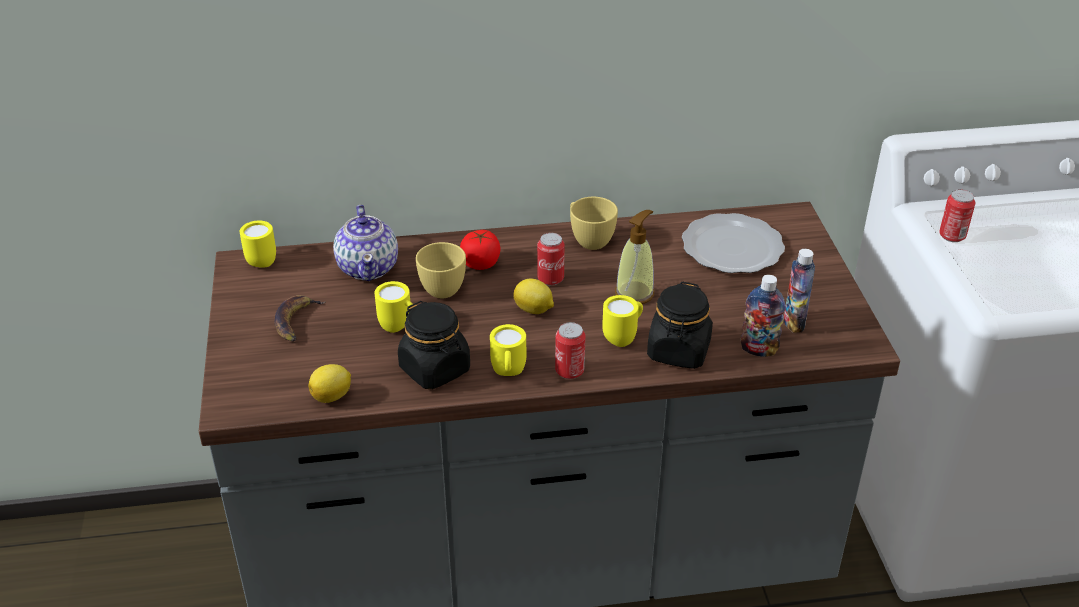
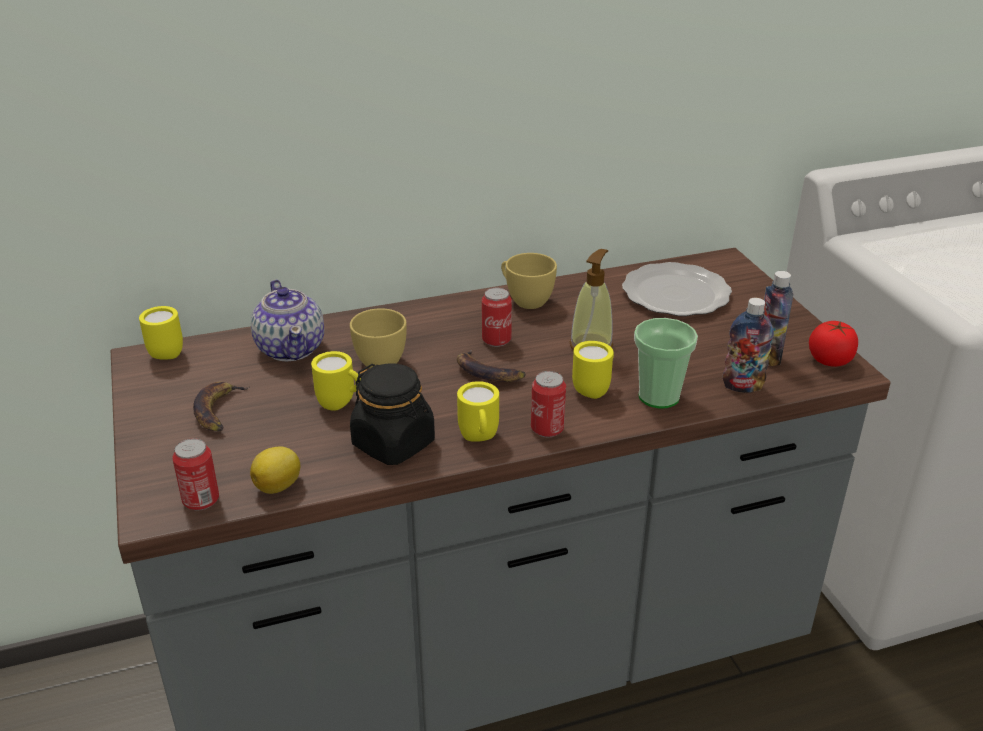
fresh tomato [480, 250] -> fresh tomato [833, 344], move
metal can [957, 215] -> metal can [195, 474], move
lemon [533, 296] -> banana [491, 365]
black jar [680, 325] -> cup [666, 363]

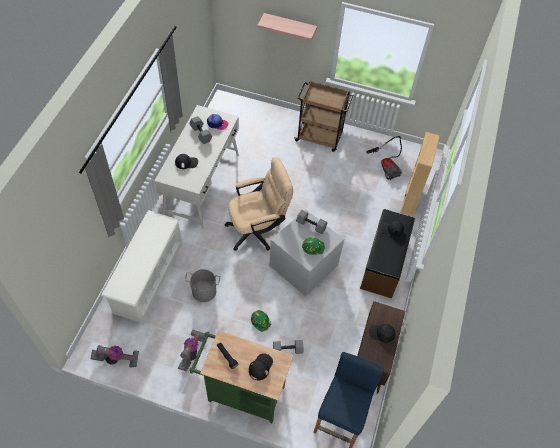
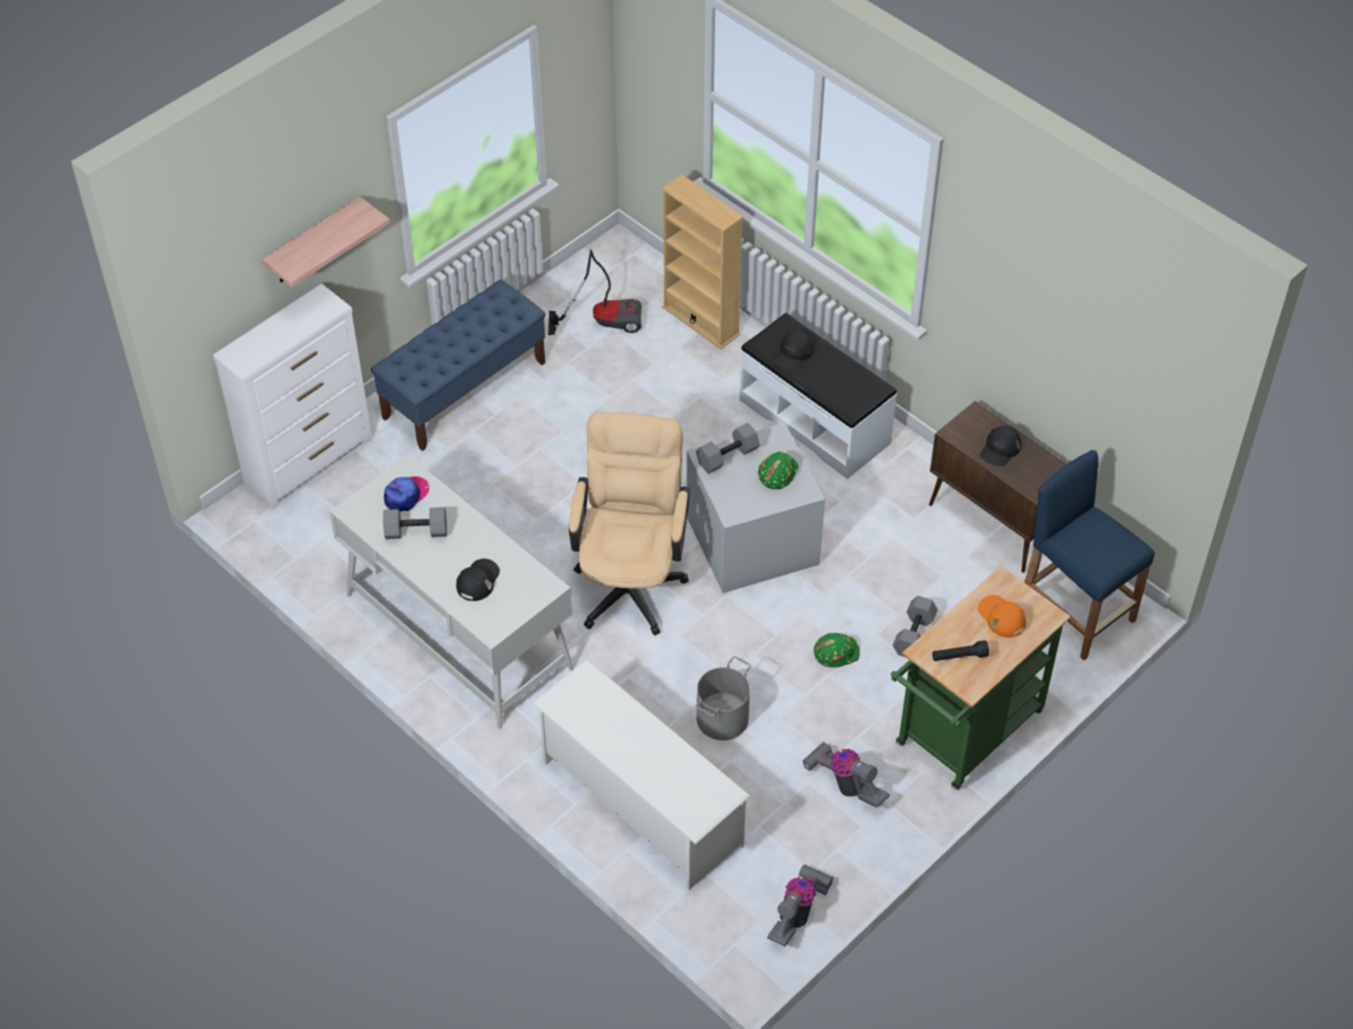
none -> white-coloured dresser [292, 397]
brown wheeled cart [323, 116] -> blue-coloured bench [458, 365]
black peaked cap [261, 366] -> orange-coloured peaked cap [1002, 616]
brown bench [387, 253] -> white-coloured bench [818, 396]

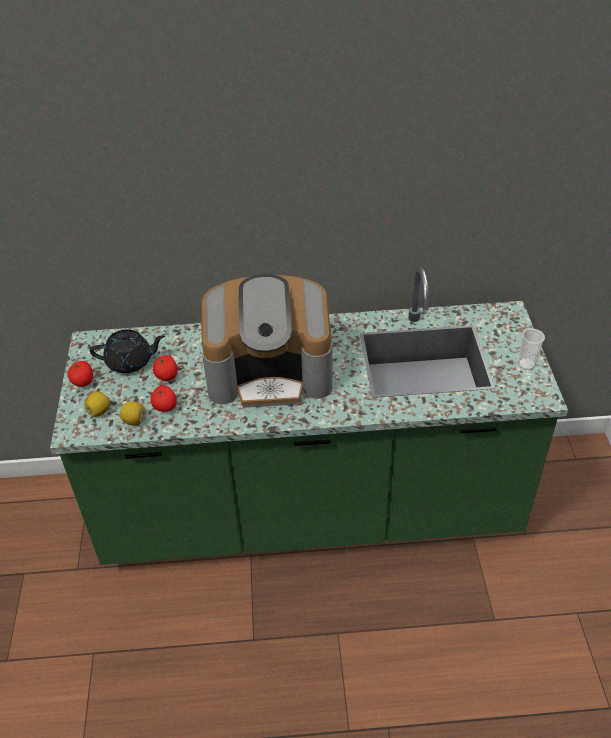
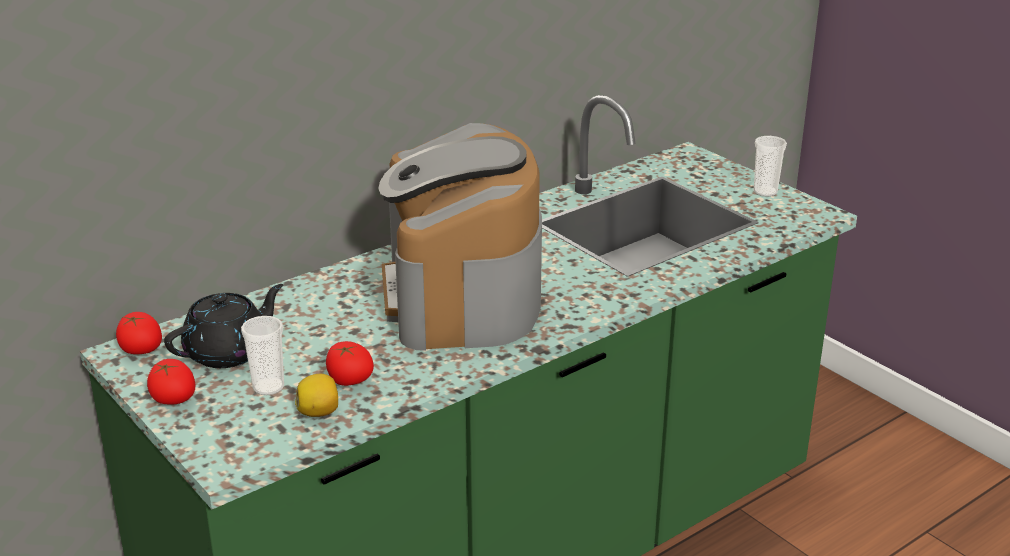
lemon [97, 404] -> none
none -> cup [262, 355]
fresh tomato [165, 368] -> fresh tomato [139, 333], move
coffee brewer [267, 341] -> coffee brewer [460, 237], 120 degrees clockwise

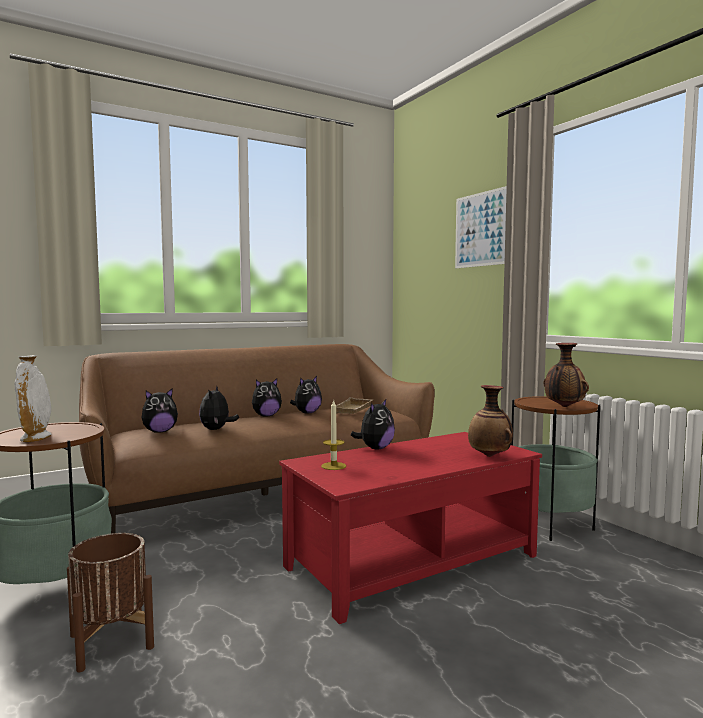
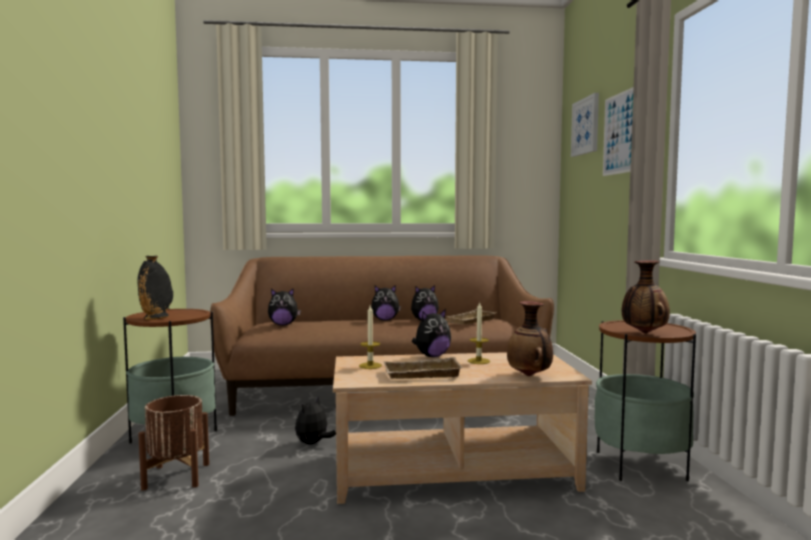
none -> beige tray [423, 368]
none -> wax candle [479, 332]
none -> wall art [585, 125]
cuddly toy [219, 408] -> cuddly toy [315, 420], move
white-coloured flower vase [33, 398] -> black flower vase [155, 288]
red low table [410, 528] -> beige low table [462, 428]

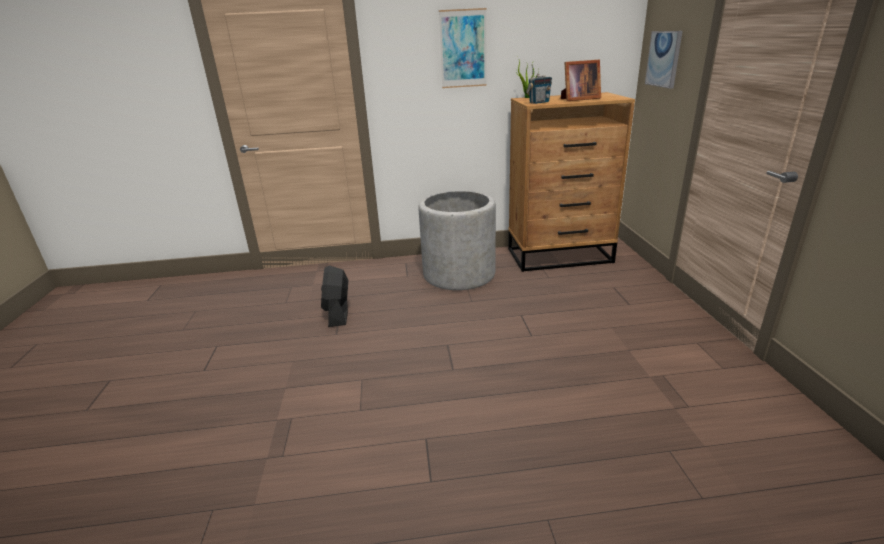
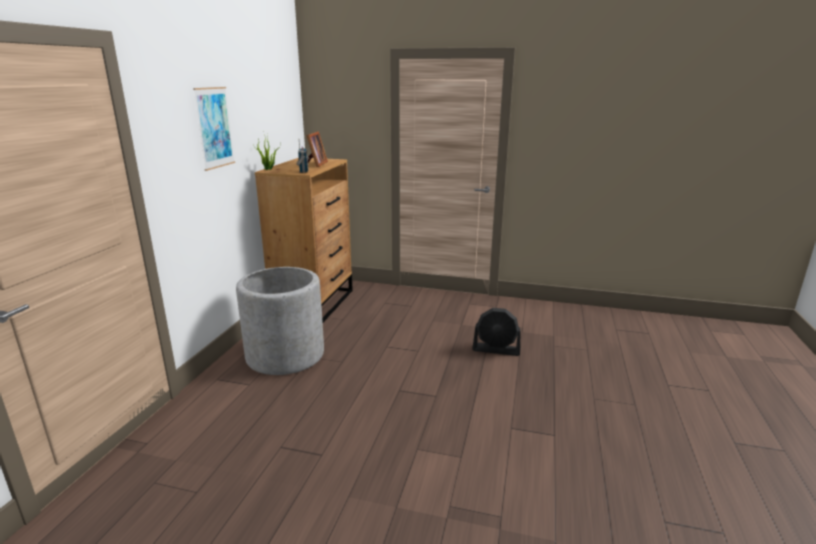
wall art [664, 60] -> none
black fan [334, 296] -> black fan [496, 332], move

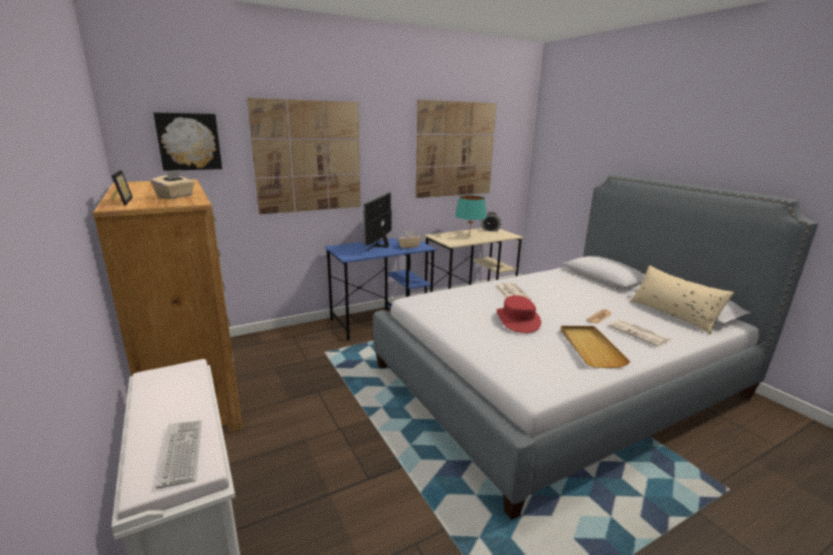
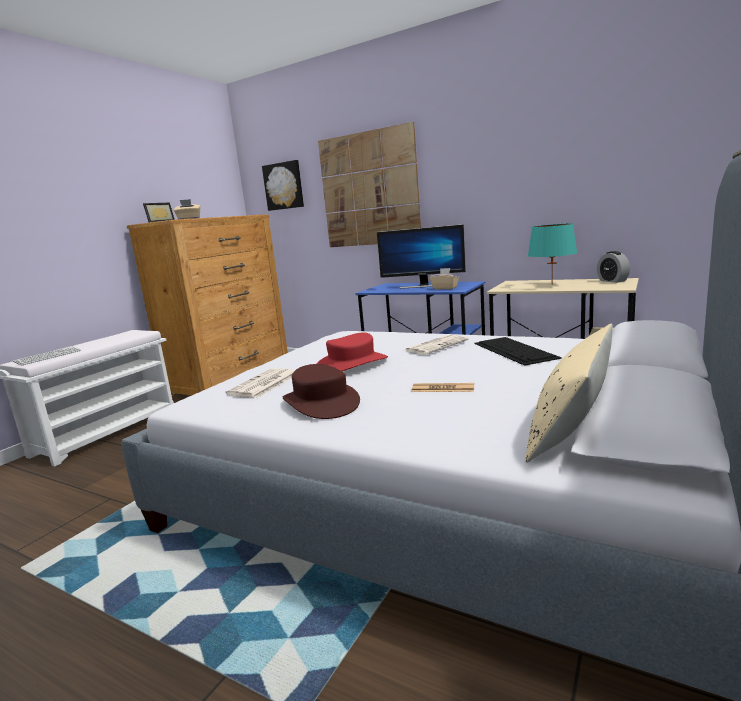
wall art [456, 149] -> none
none -> keyboard [518, 351]
newspaper [639, 333] -> newspaper [260, 383], move
beige tray [595, 347] -> brown clothing hat [321, 391]
monitor [377, 221] -> monitor [421, 256], 150 degrees counterclockwise

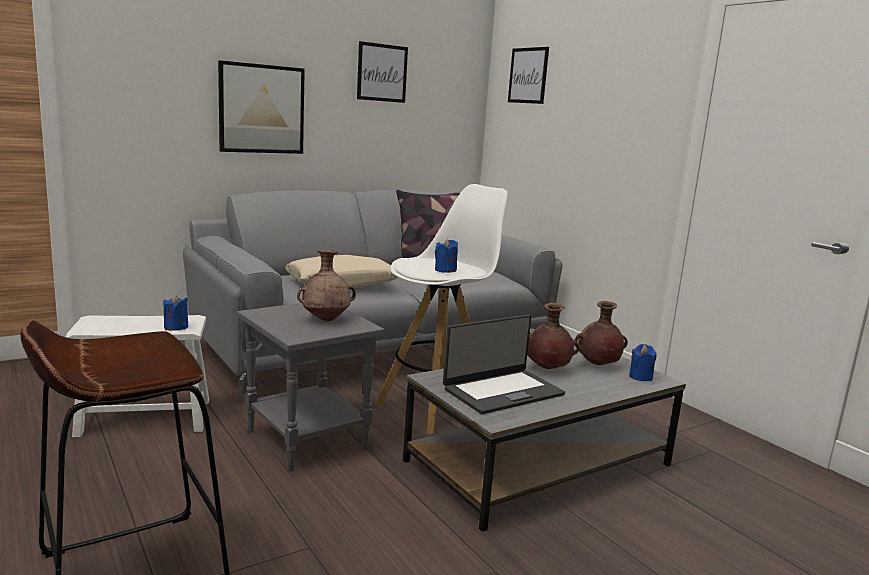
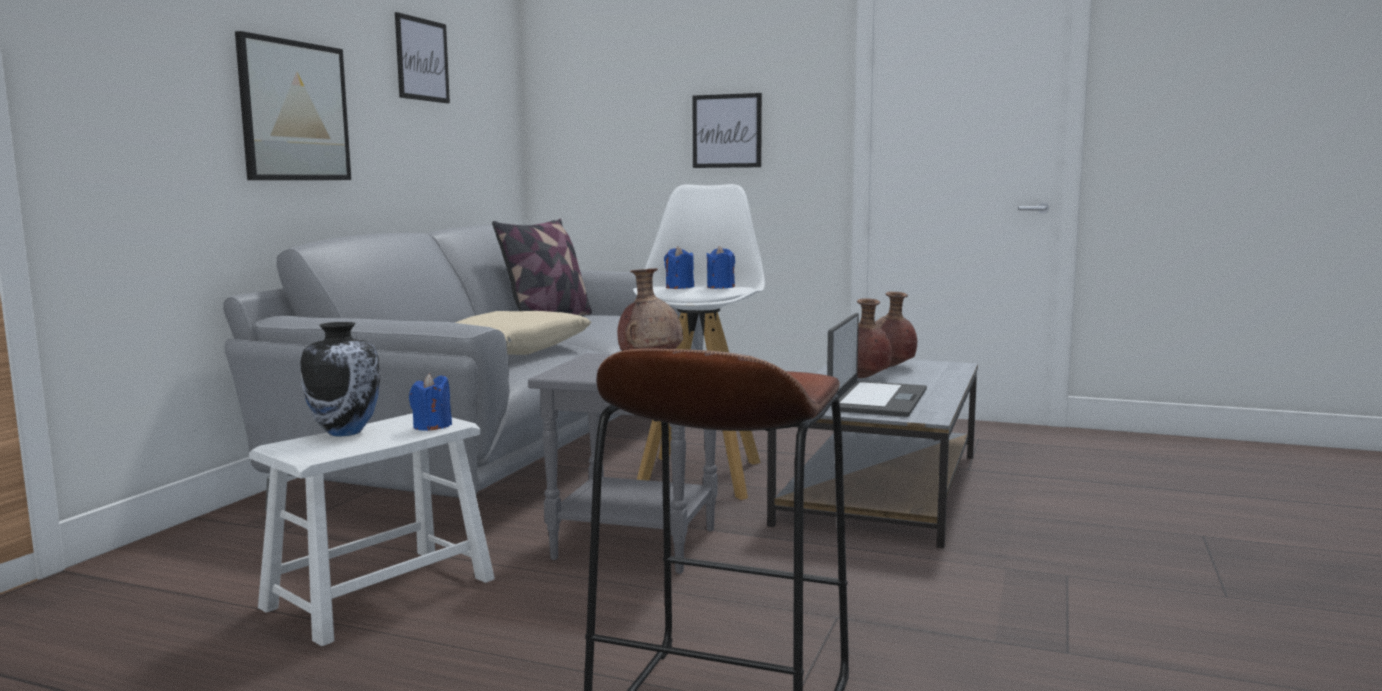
none -> flower vase [340, 379]
wall art [528, 75] -> wall art [727, 130], move
blue-coloured wax candle [642, 362] -> blue-coloured wax candle [679, 267], move

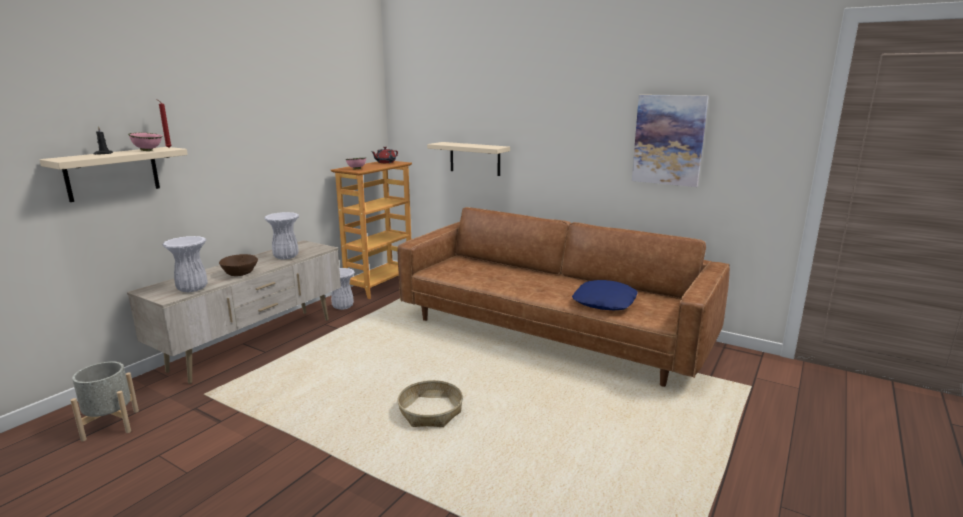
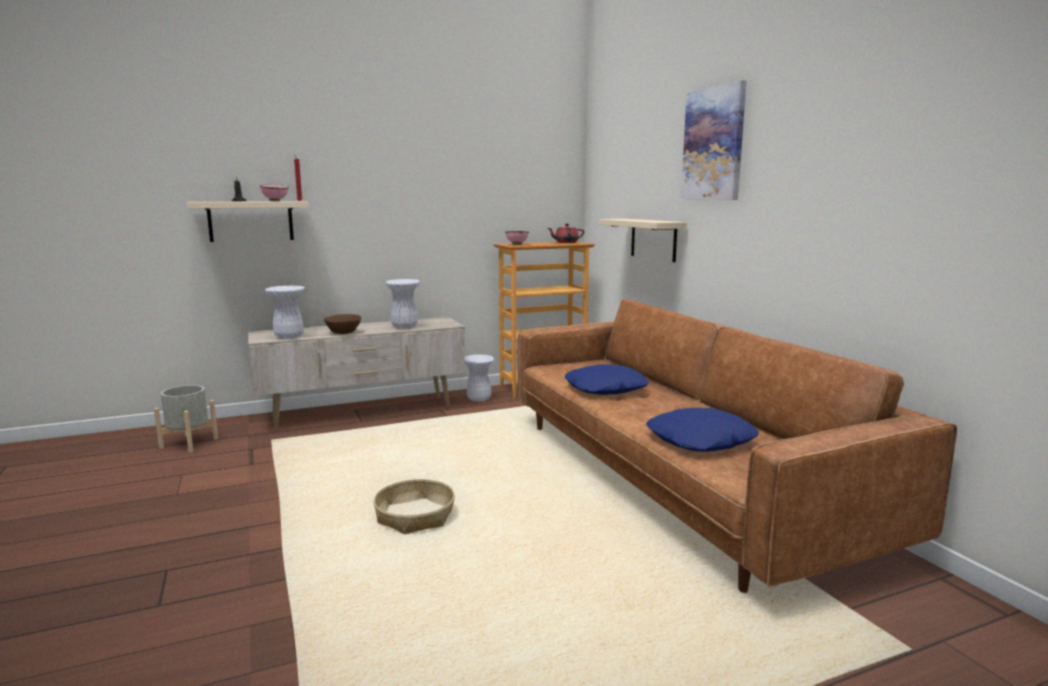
none -> blue-coloured pillow [607, 379]
wall art [670, 141] -> wall art [713, 140], move

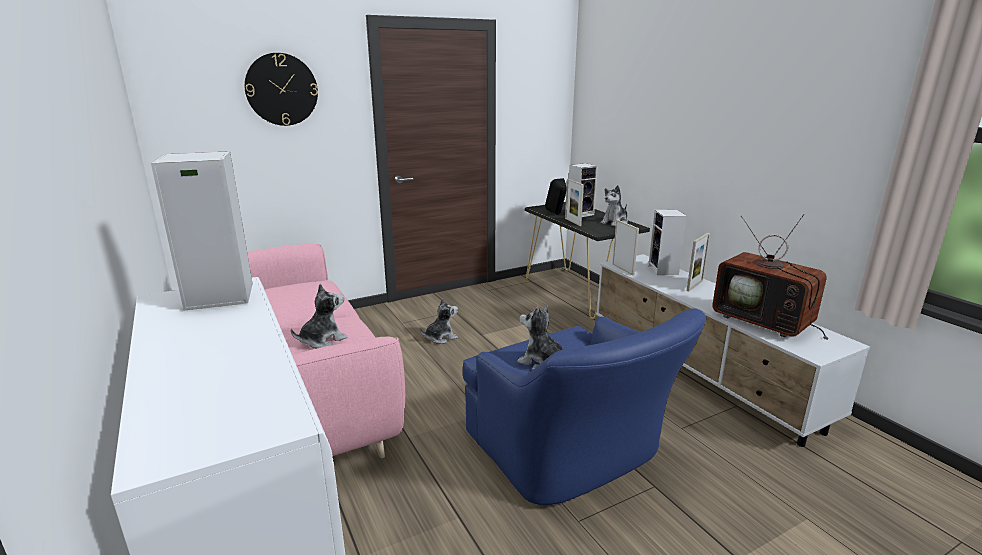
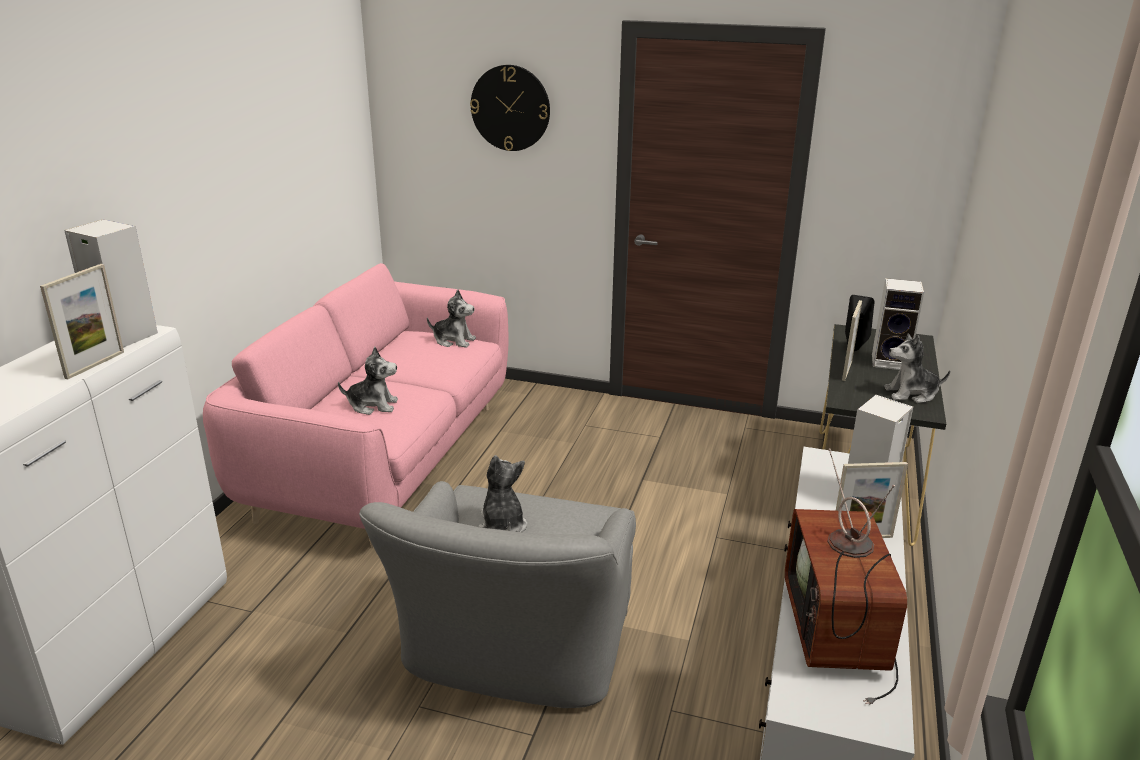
cuddly toy [439, 321] -> cuddly toy [451, 319], move
photo frame [625, 247] -> photo frame [82, 321], move
blue-coloured easy chair [585, 406] -> grey easy chair [497, 594]

